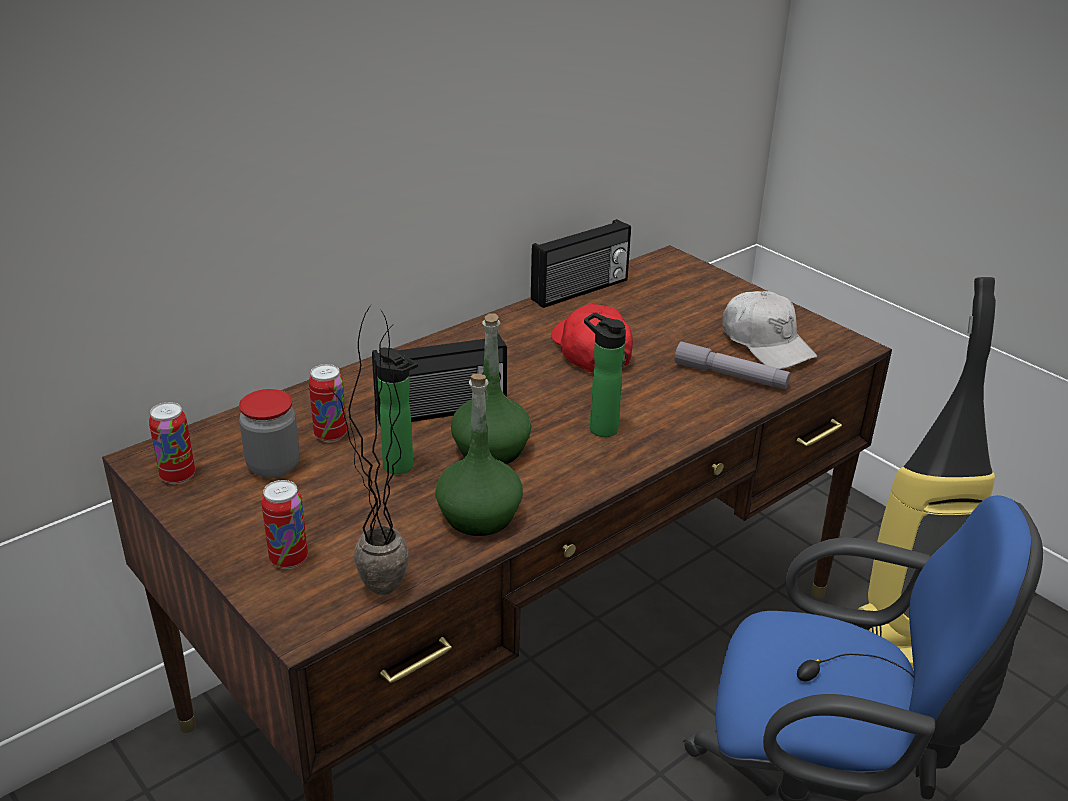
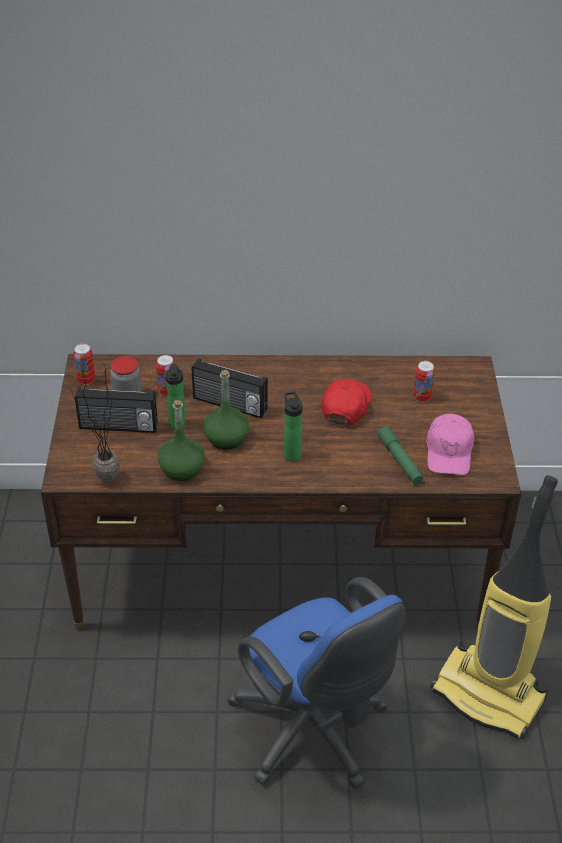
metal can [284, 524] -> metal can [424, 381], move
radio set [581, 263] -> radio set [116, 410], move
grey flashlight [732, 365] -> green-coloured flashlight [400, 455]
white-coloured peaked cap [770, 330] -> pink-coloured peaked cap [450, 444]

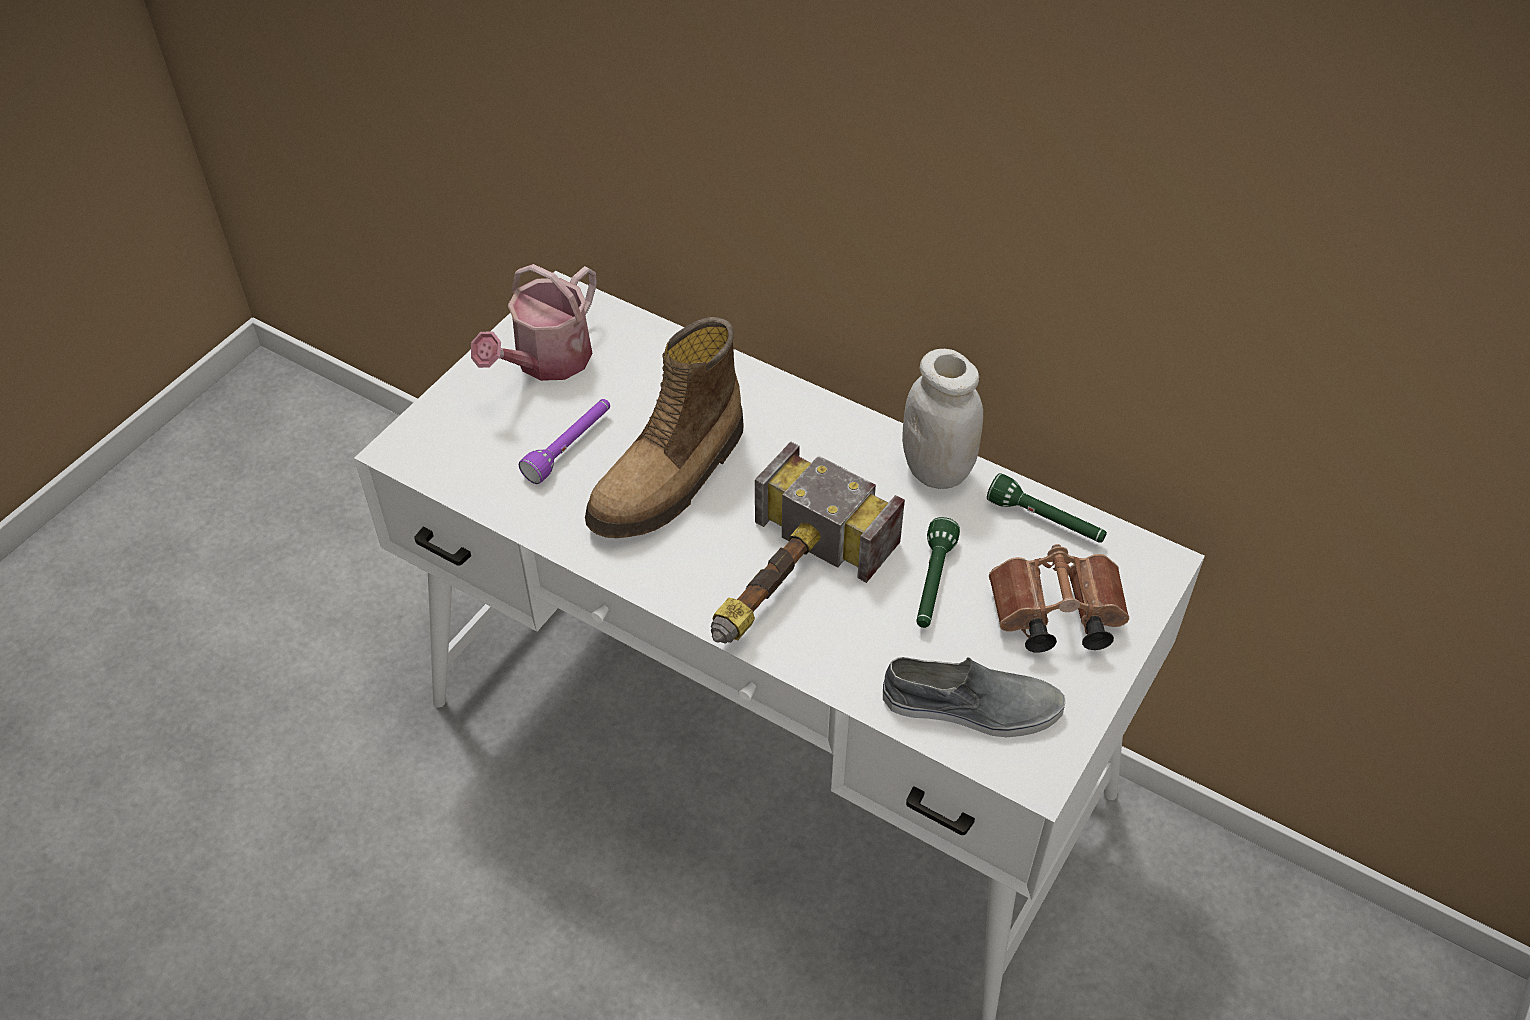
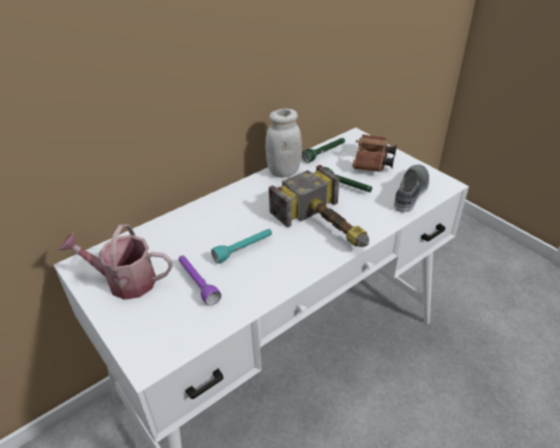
high-top boot [664, 427] -> turquoise flashlight [241, 246]
watering can [534, 322] -> watering can [116, 262], 135 degrees clockwise

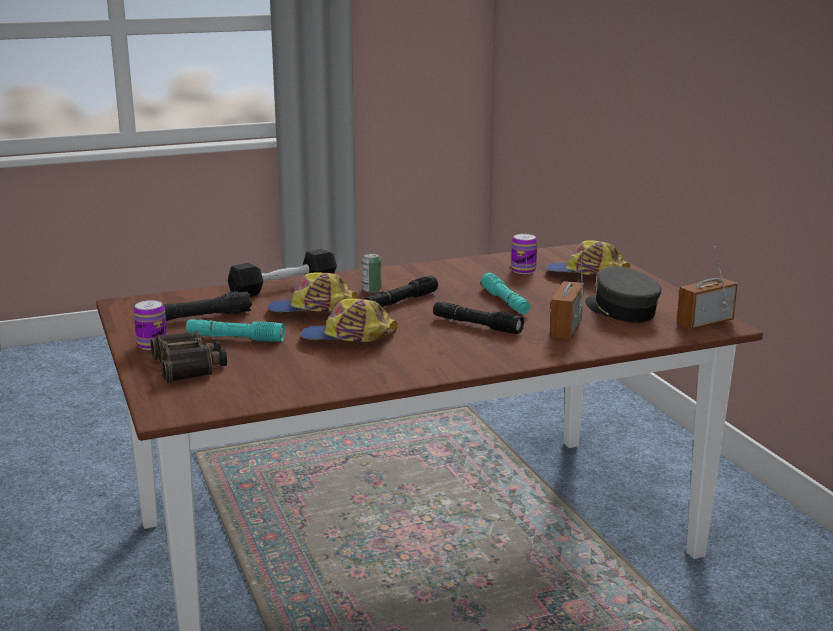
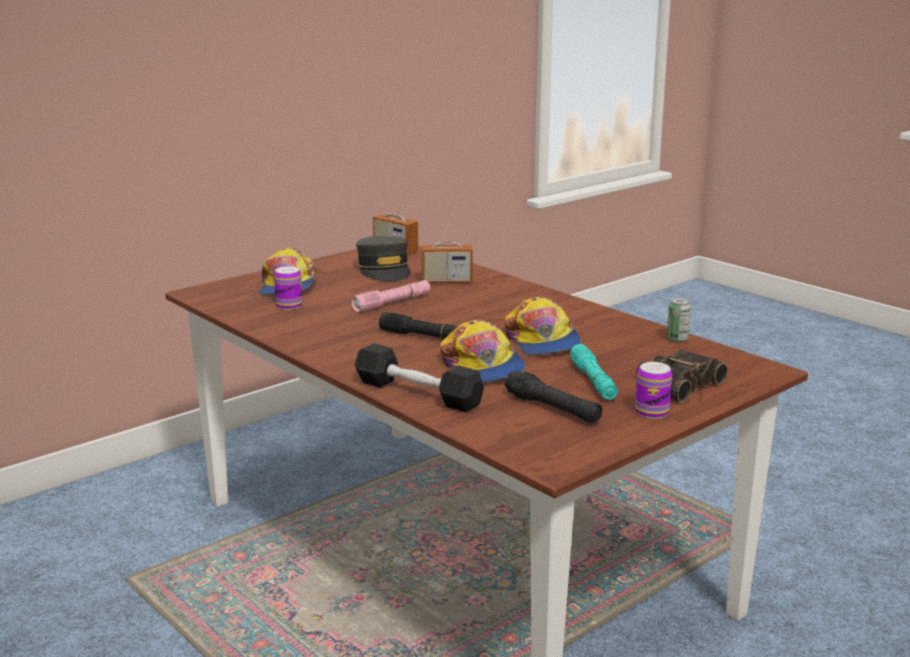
black flashlight [478, 318] -> none
metal can [371, 273] -> metal can [679, 320], move
turquoise flashlight [505, 293] -> pink-coloured flashlight [391, 296]
grey peaked cap [623, 294] -> grey peaked cap [383, 258], 60 degrees counterclockwise

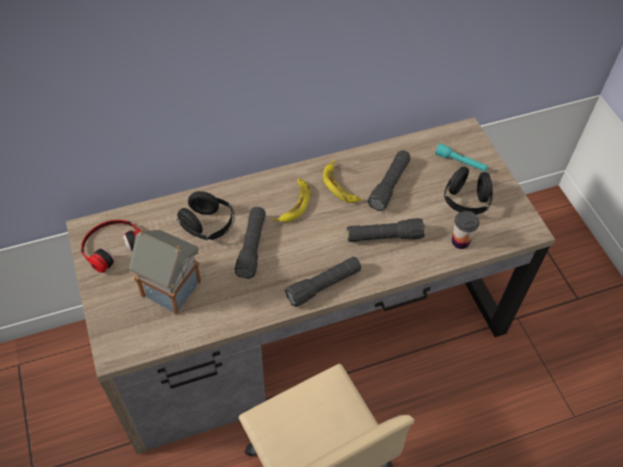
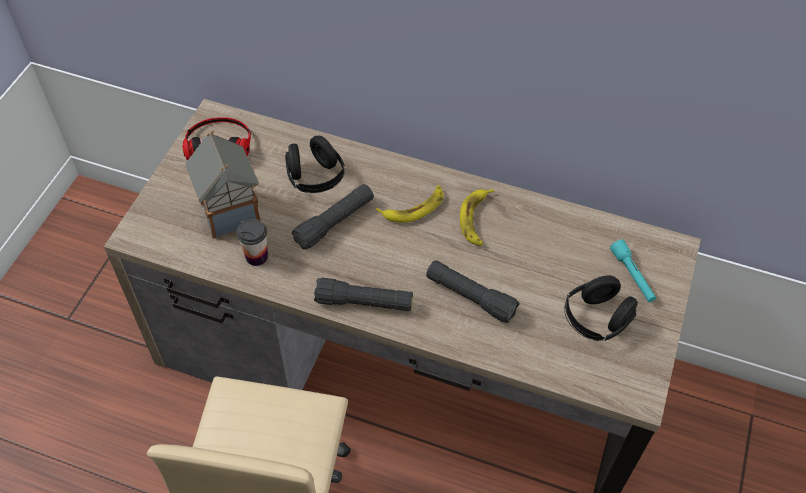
black flashlight [389, 180] -> none
cup [466, 230] -> cup [252, 242], move

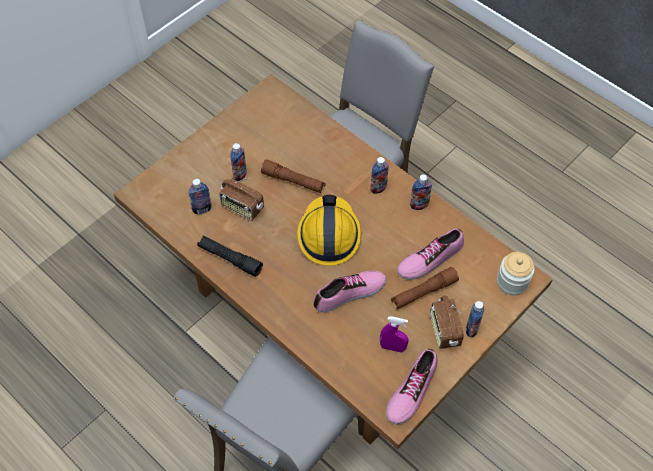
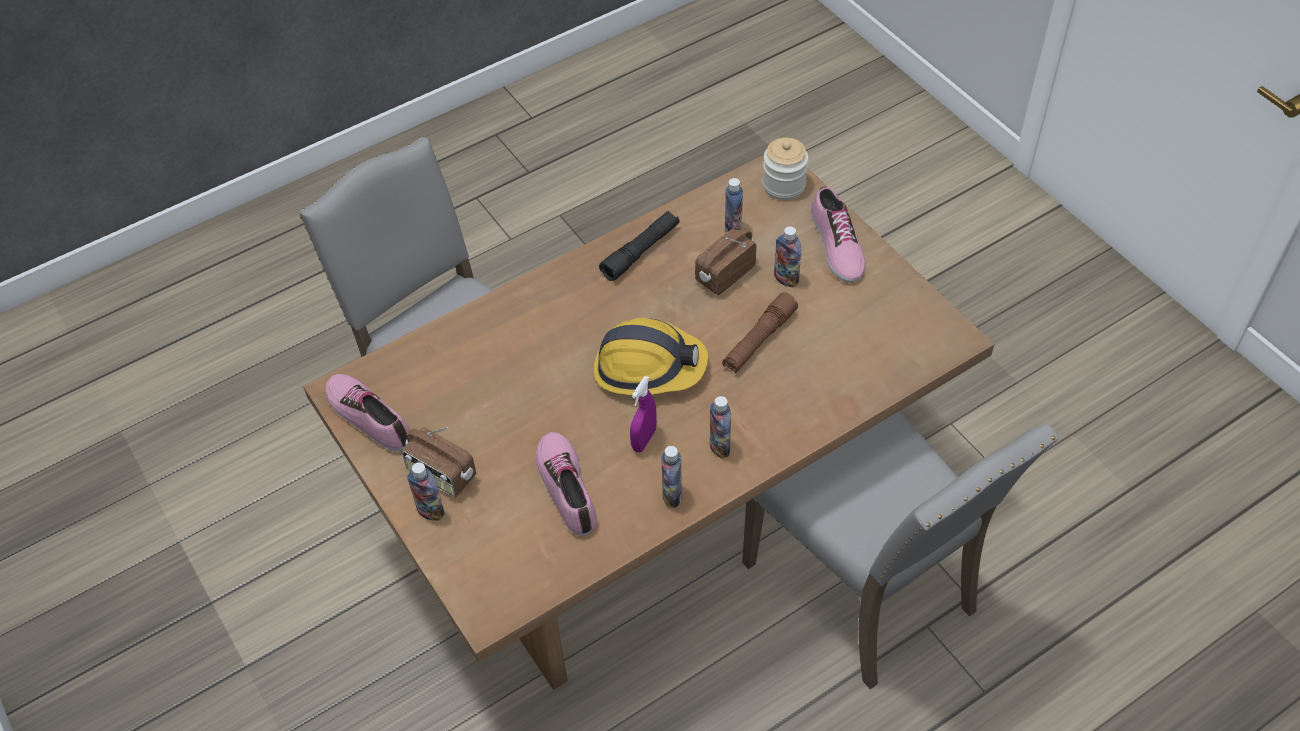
brown flashlight [425, 288] -> none
low shoe [349, 292] -> low shoe [838, 235], move
purplish hand sprayer [394, 334] -> purplish hand sprayer [643, 414], move
jar [516, 273] -> jar [785, 168], move
radio set [447, 322] -> radio set [439, 462], 150 degrees counterclockwise

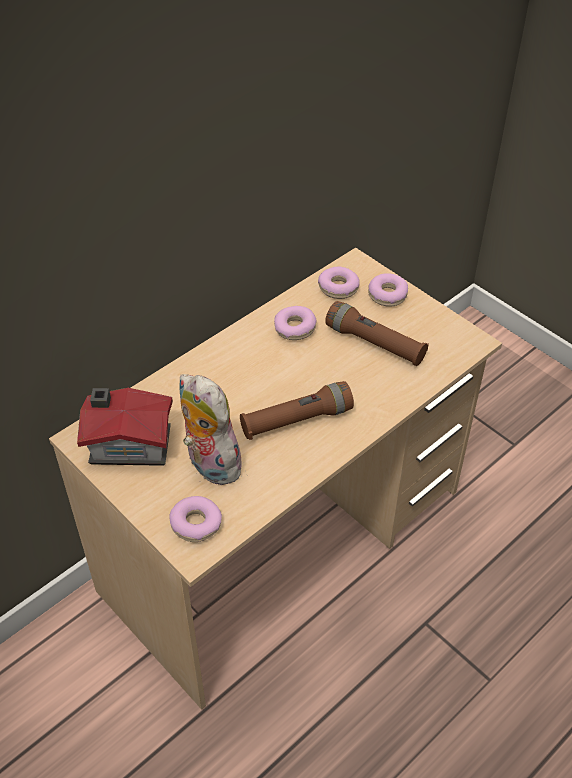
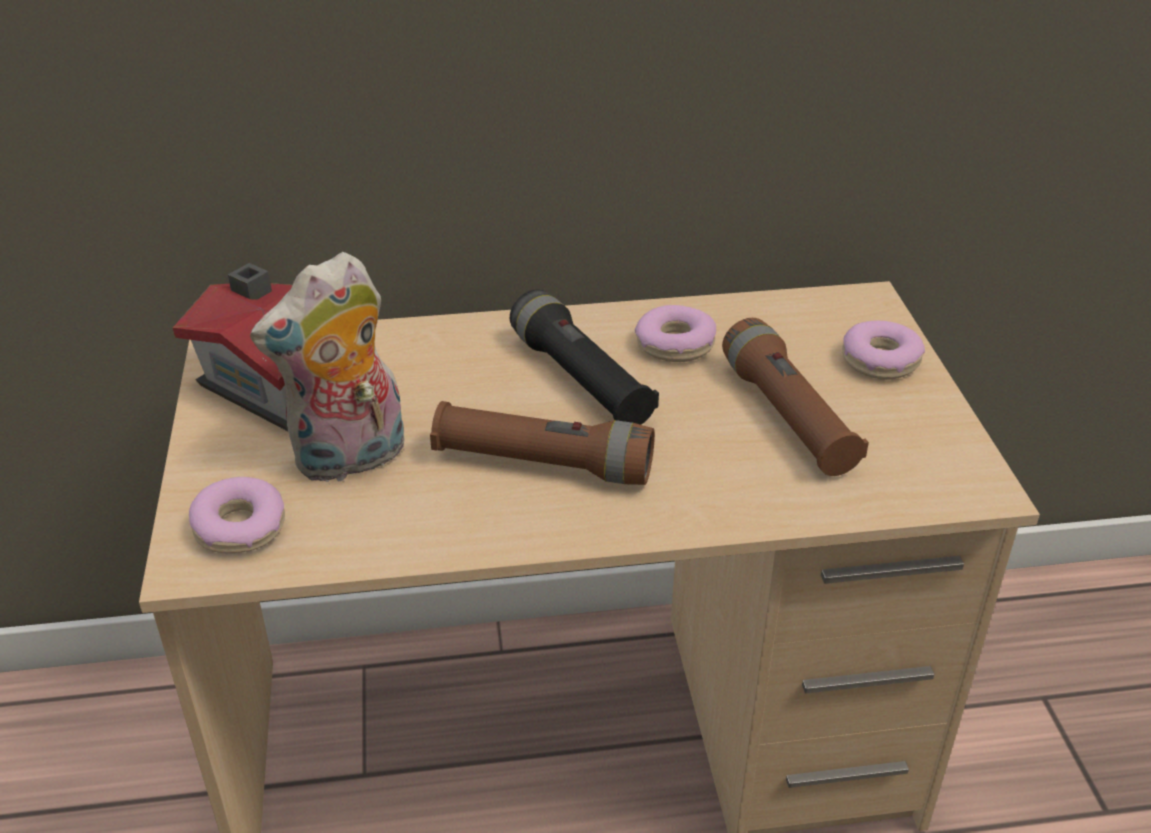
donut [339, 283] -> none
none -> black flashlight [584, 357]
cuddly toy [210, 429] -> cuddly toy [327, 368], 120 degrees counterclockwise

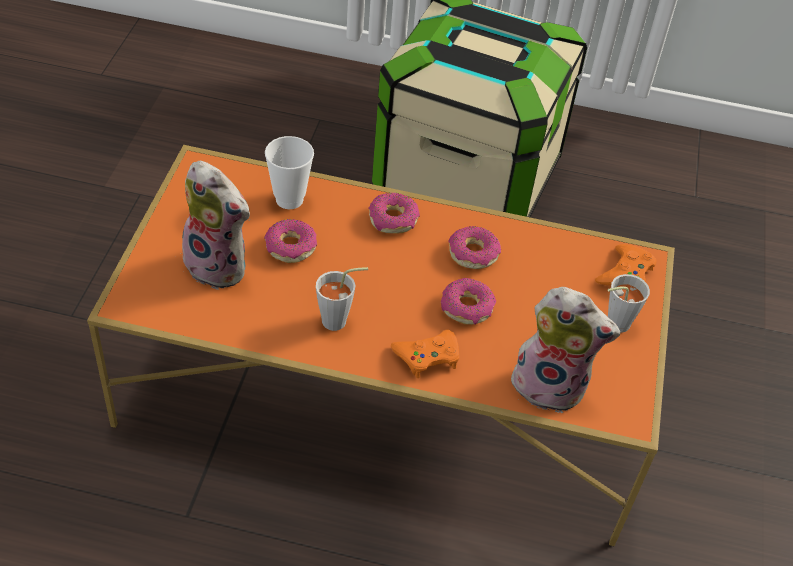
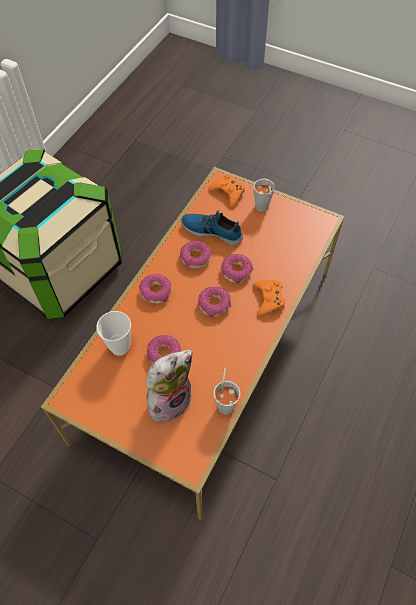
cuddly toy [564, 350] -> none
none -> low shoe [212, 228]
none -> donut [214, 301]
grey cup [342, 299] -> grey cup [226, 391], move

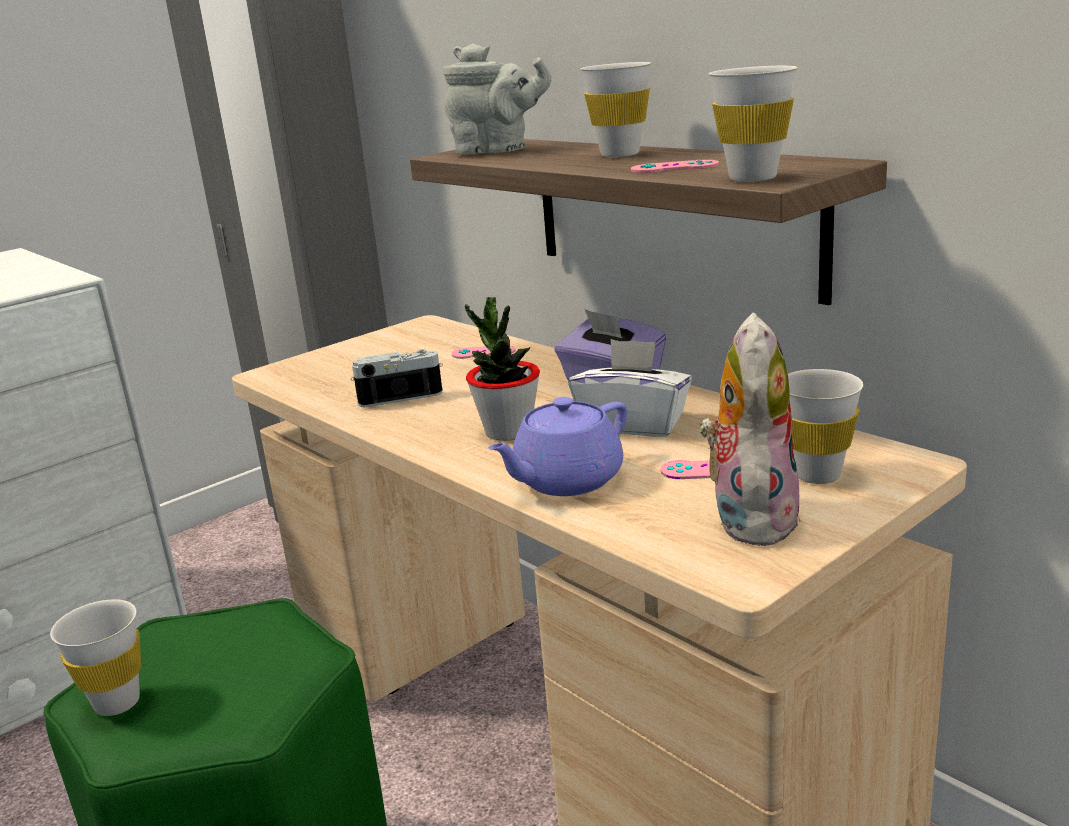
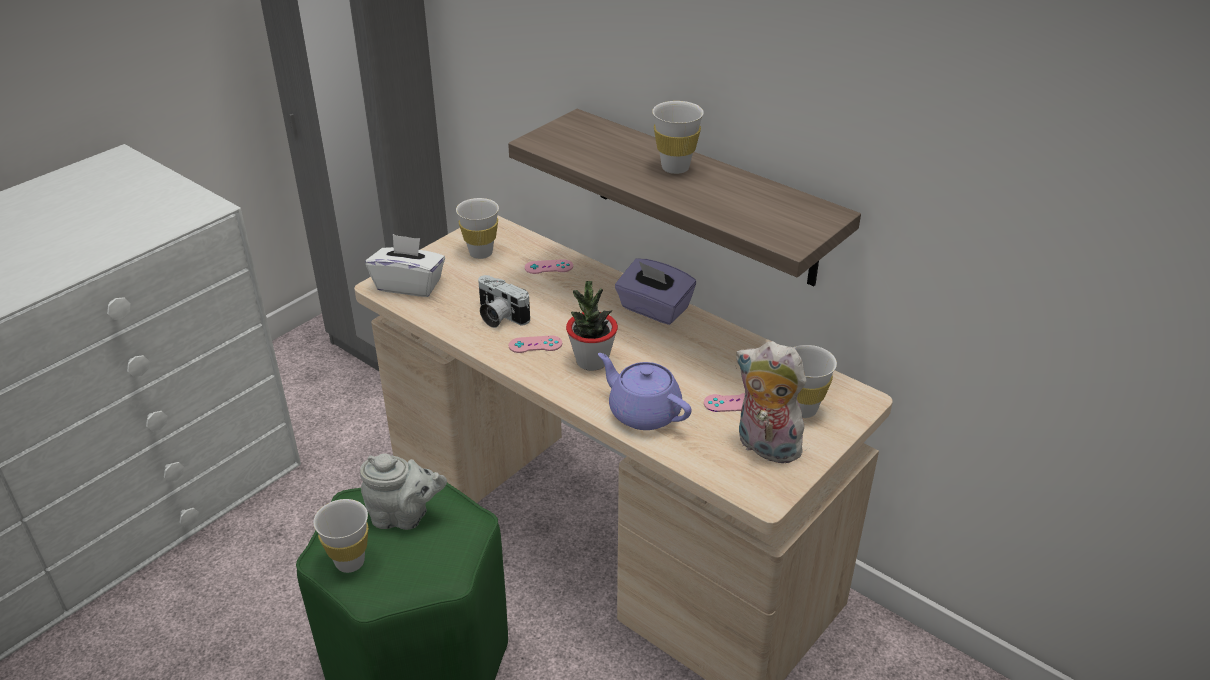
grey pot for tea [497, 98] -> grey pot for tea [403, 491], move
white-coloured box of tissues [630, 388] -> white-coloured box of tissues [405, 265], move
pink-coloured joypad [675, 166] -> pink-coloured joypad [535, 344], move
white-coloured cup [753, 124] -> white-coloured cup [477, 228], move
photo camera [397, 378] -> photo camera [504, 301], 120 degrees counterclockwise
purplish pot for tea [557, 446] -> purplish pot for tea [644, 391], 90 degrees clockwise
cuddly toy [749, 429] -> cuddly toy [770, 402], 60 degrees counterclockwise

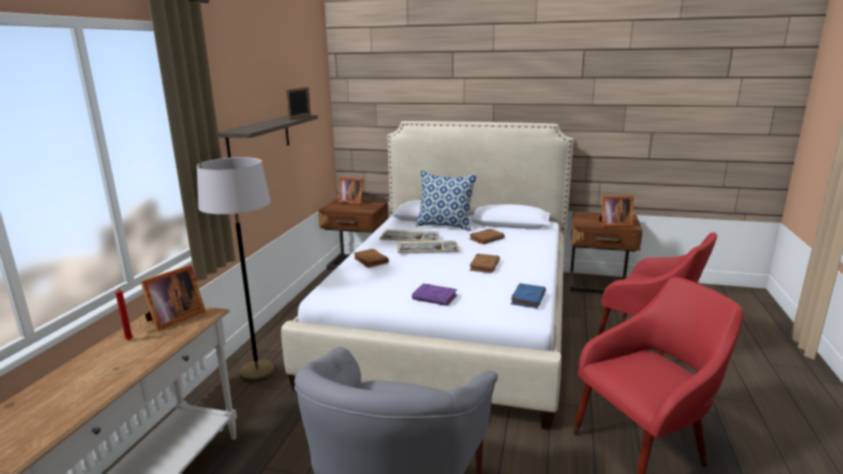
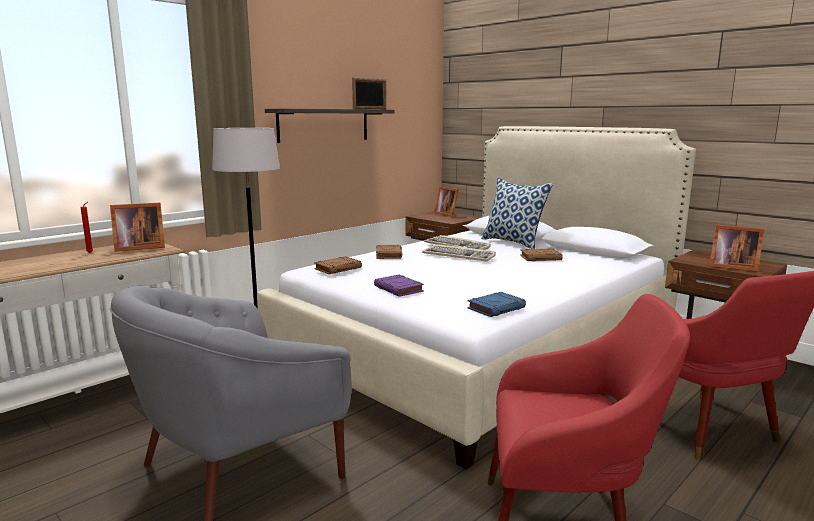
brown book [485, 263] -> brown book [338, 265], move

